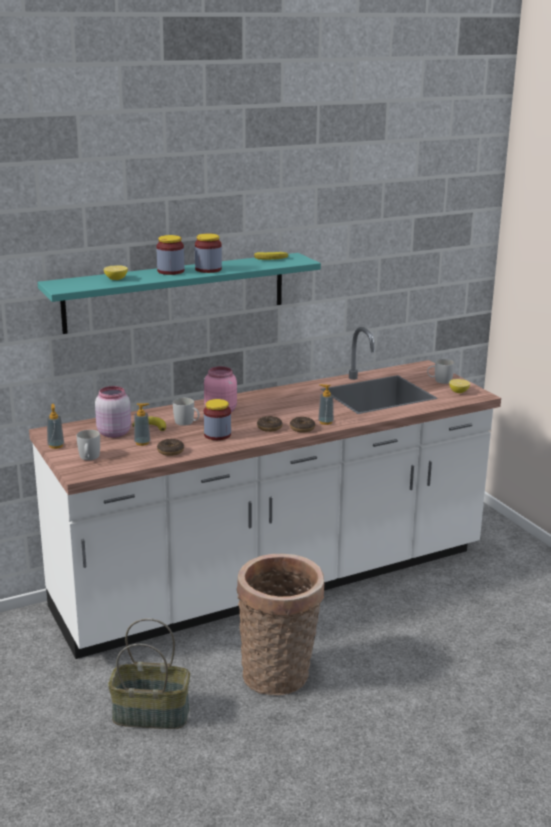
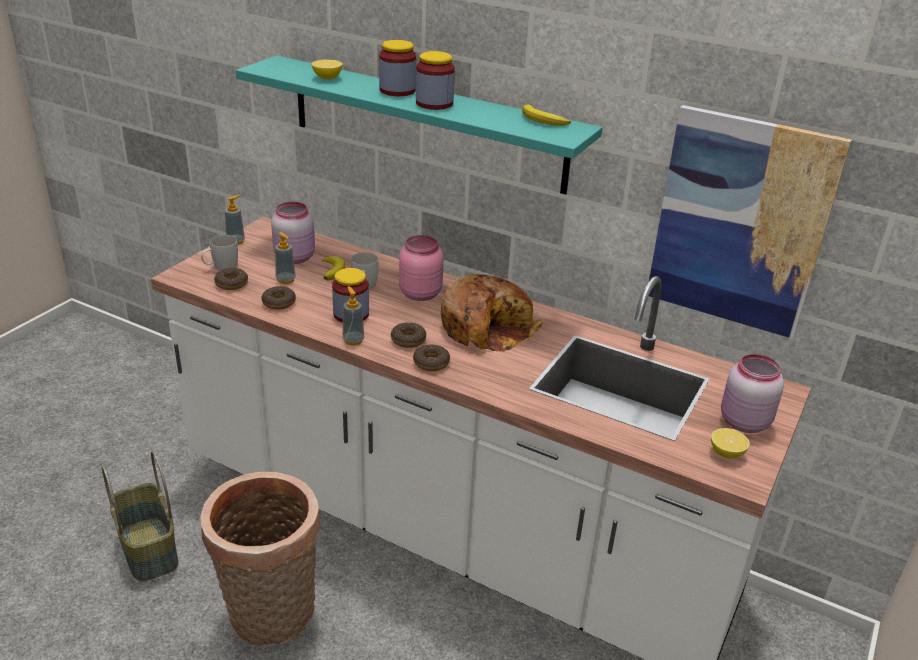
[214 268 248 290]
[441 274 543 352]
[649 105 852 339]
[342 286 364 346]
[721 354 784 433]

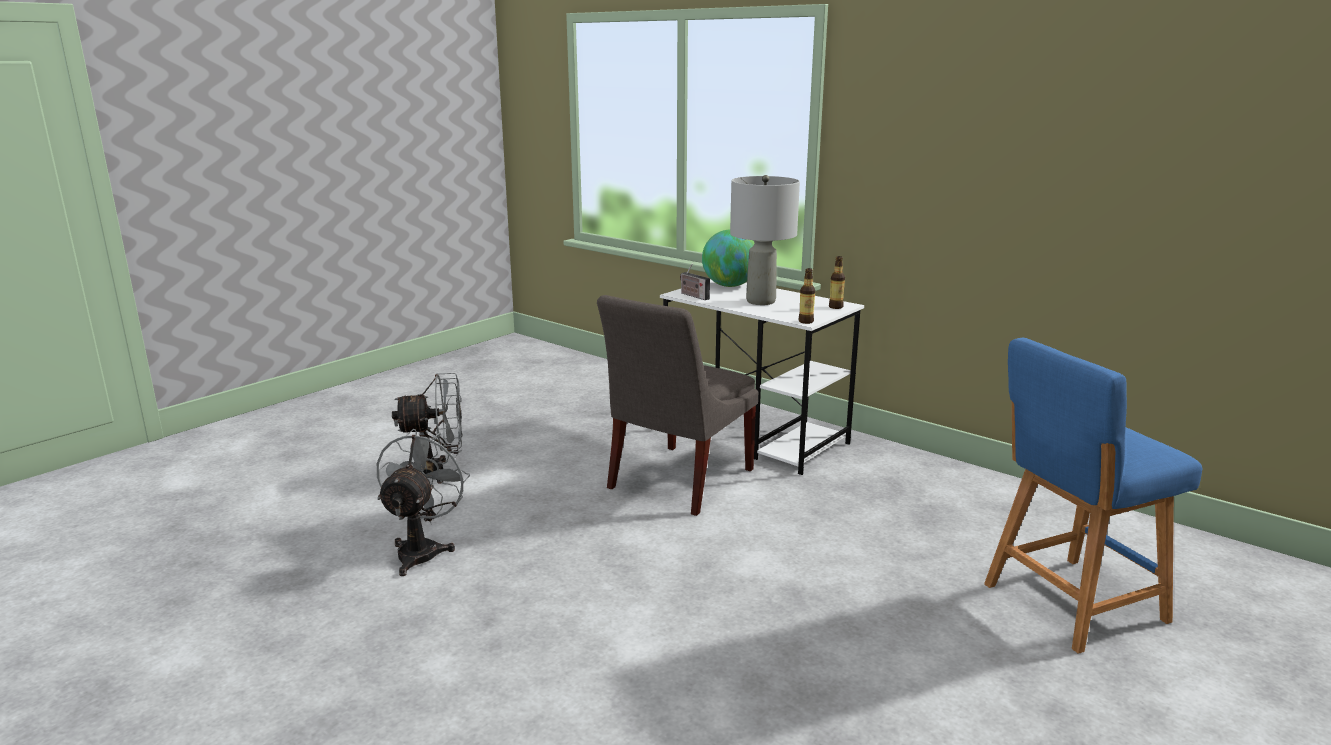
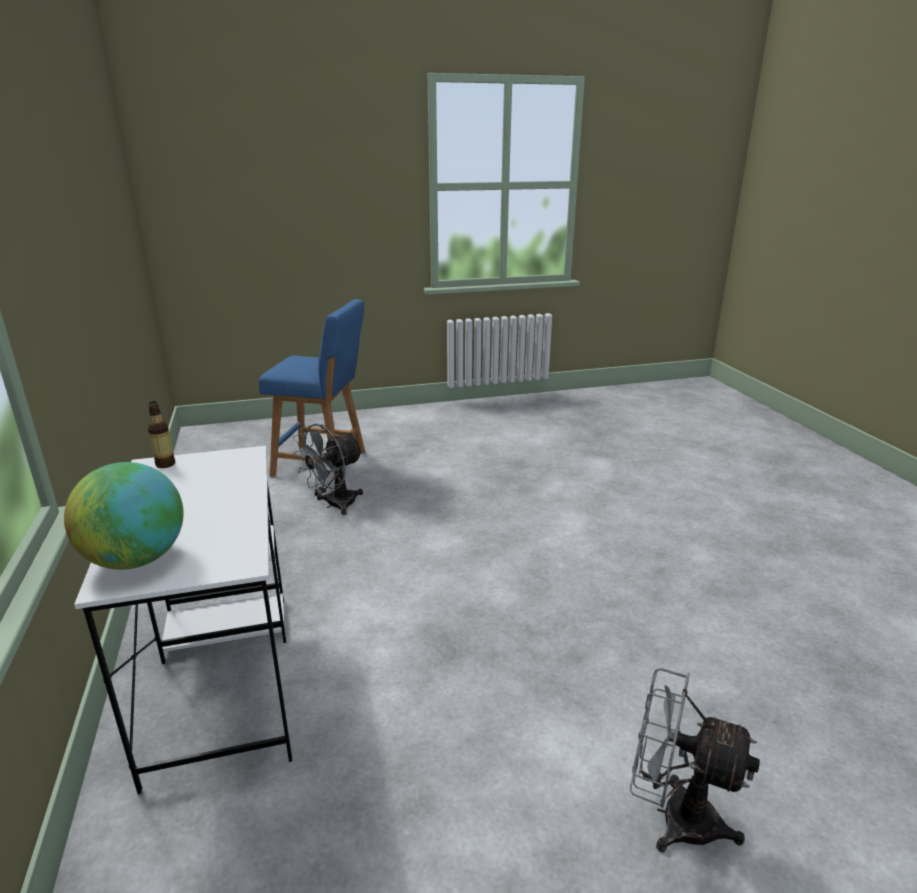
[597 295 758 516] (first image)
[680 263 710 300] (first image)
[730 175 800 305] (first image)
[798 268 815 324] (first image)
[292 423 363 515]

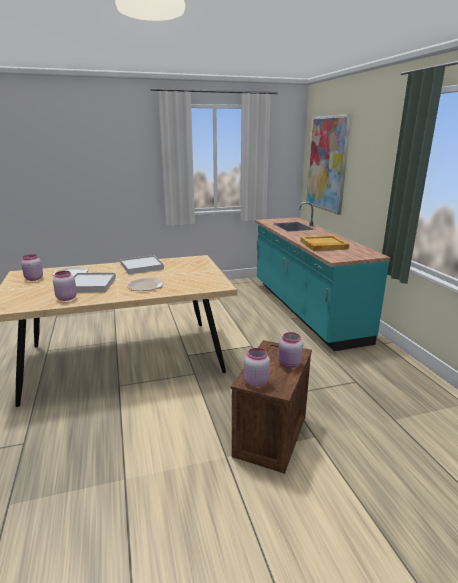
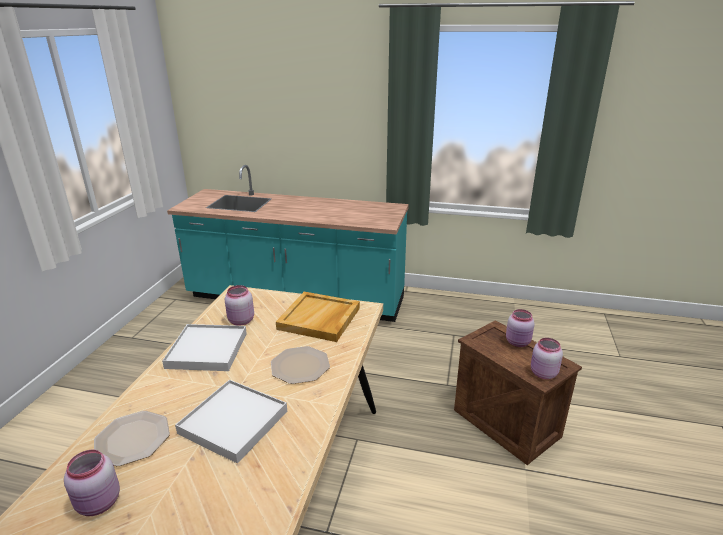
[306 114 351 215] (first image)
[225 285 254 326]
[276 292 360 342]

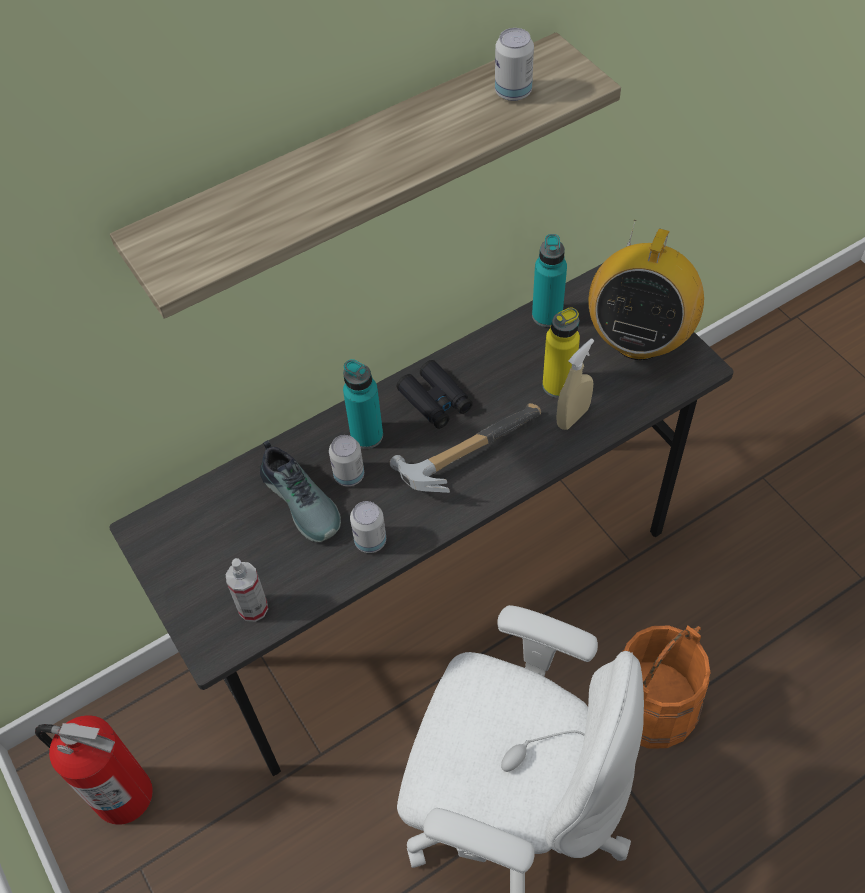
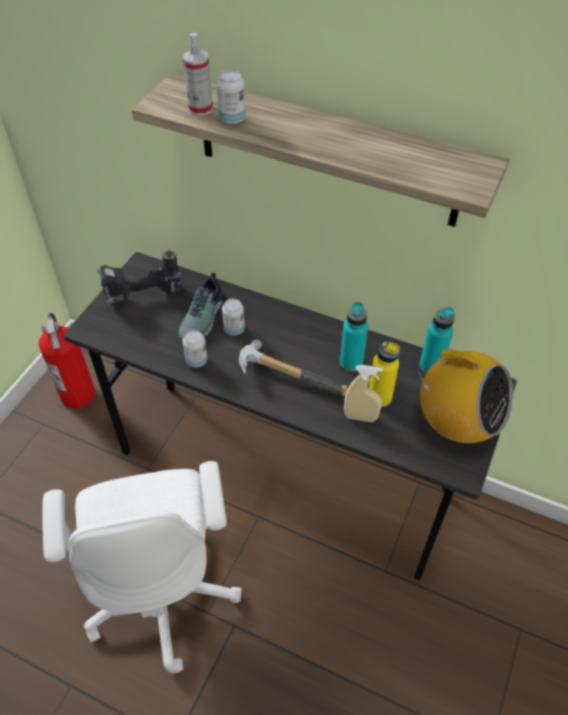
[397 360 473 429] (first image)
[622 626 710 749] (first image)
[97 250 182 305]
[183 33 213 116]
[340 302 368 372]
[216 70 246 125]
[417 349 513 443]

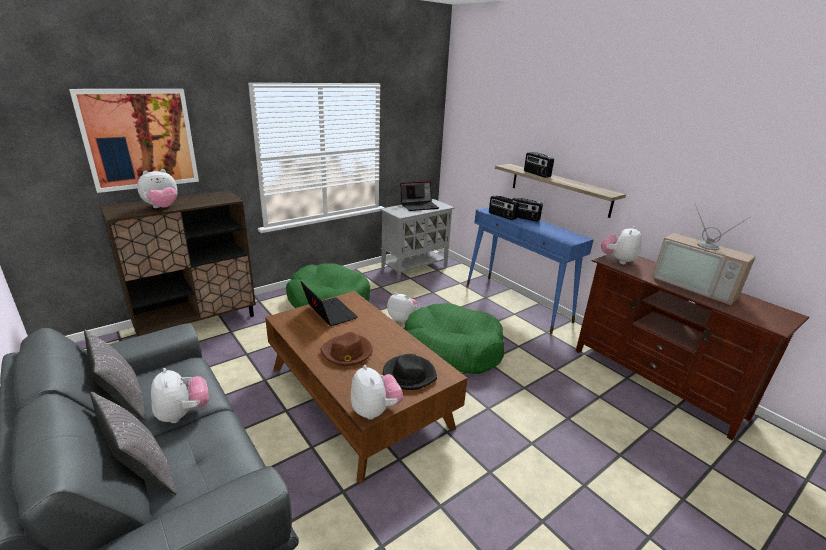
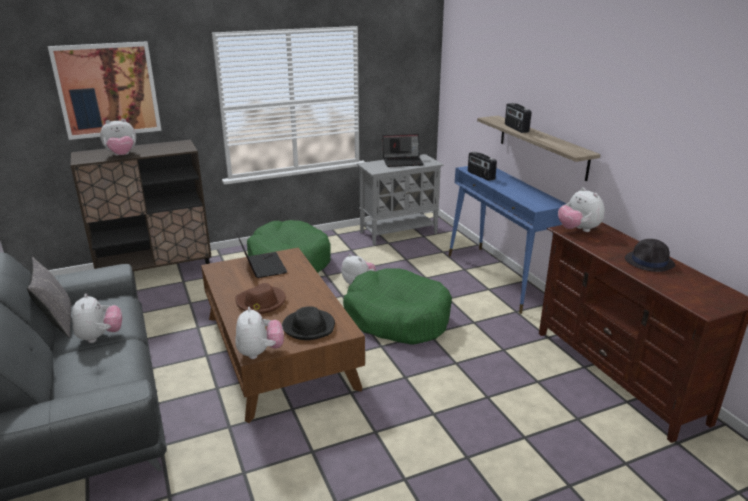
[90 392 177 494] (first image)
[512 198 543 222] (first image)
[625 239 675 272]
[558 187 605 232]

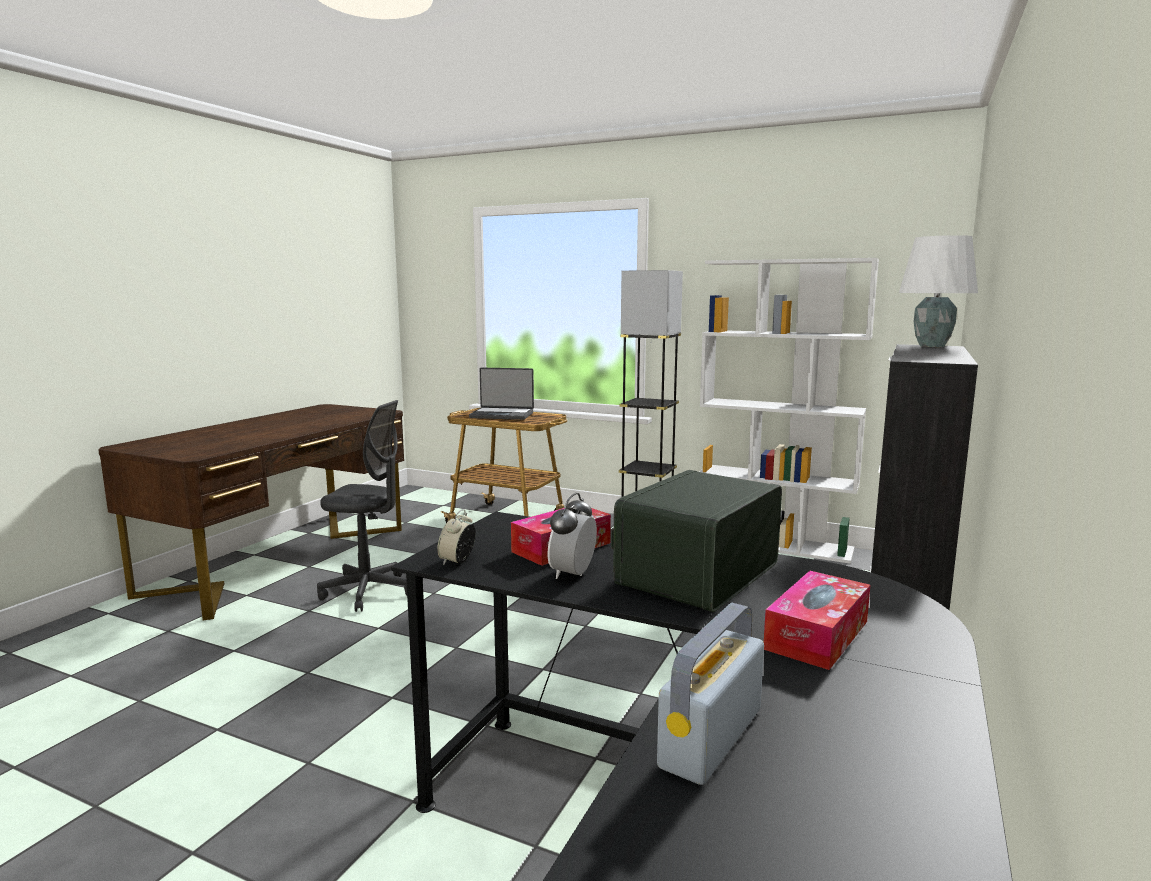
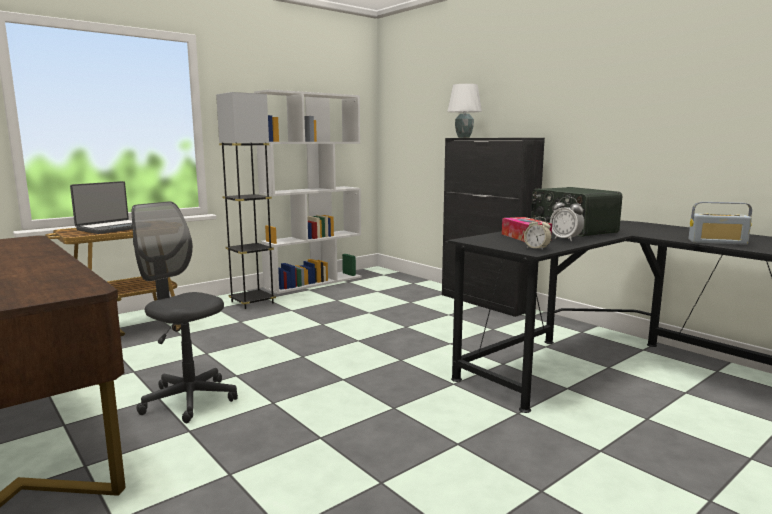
[764 571 870 670] (first image)
[131 201 238 423]
[688 202 752 245]

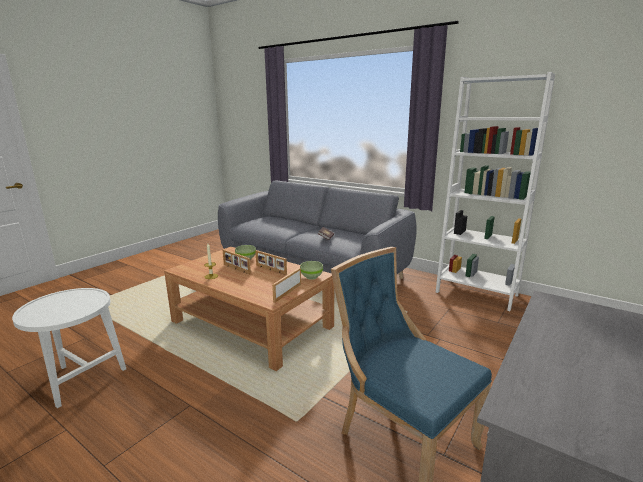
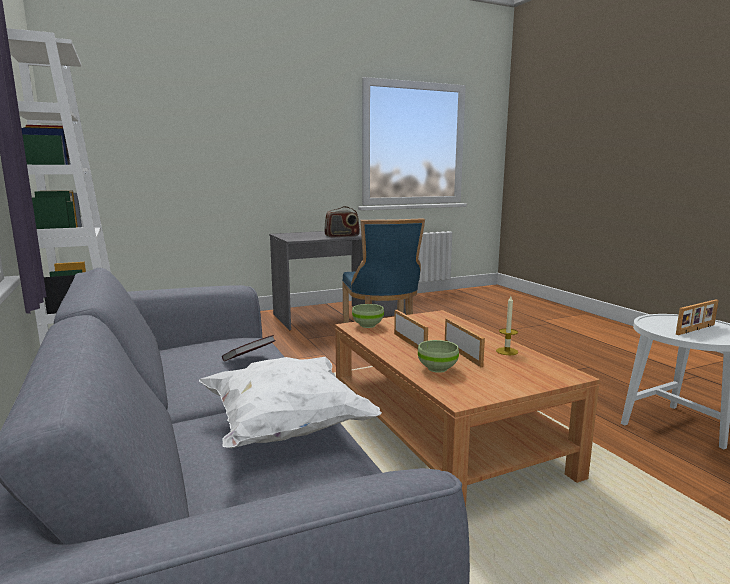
[199 357 382 449]
[324 206 360 237]
[676 299 719 335]

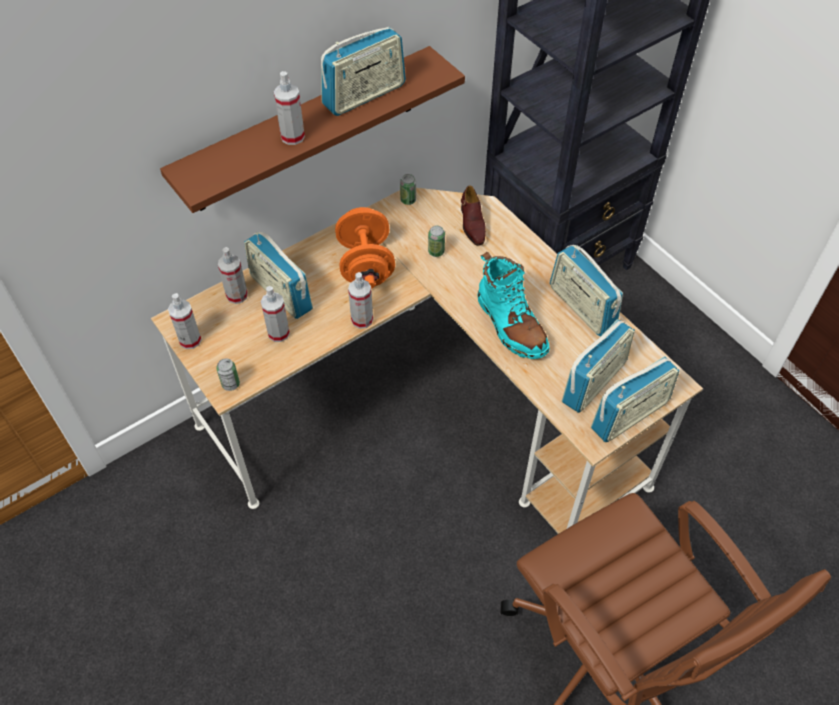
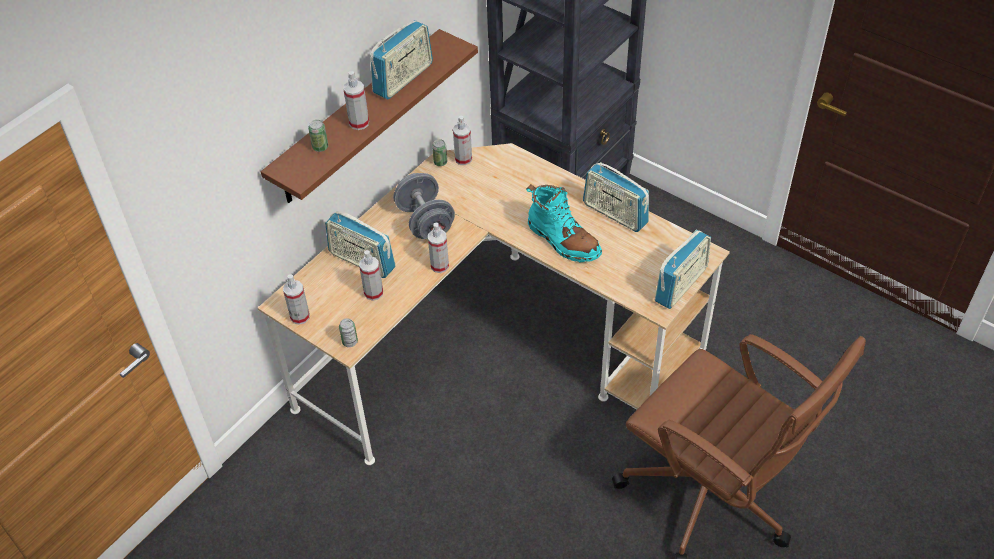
[461 185 486 246] (first image)
[562 319 635 413] (first image)
[453 116 472 165]
[308 120 328 152]
[393 173 455 239]

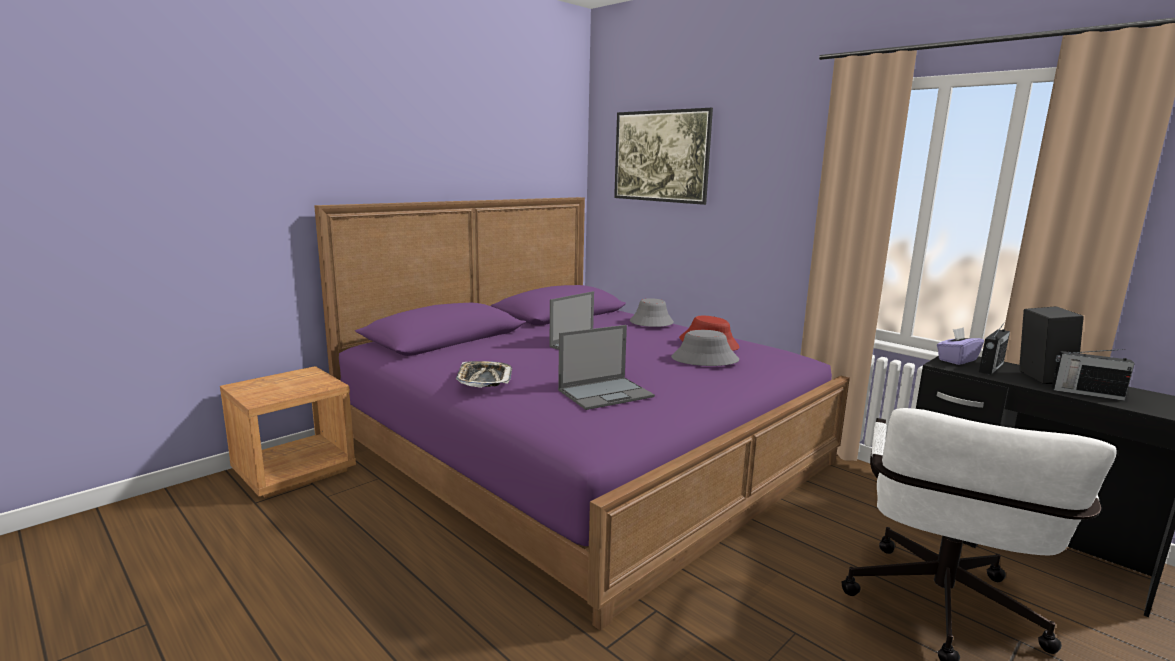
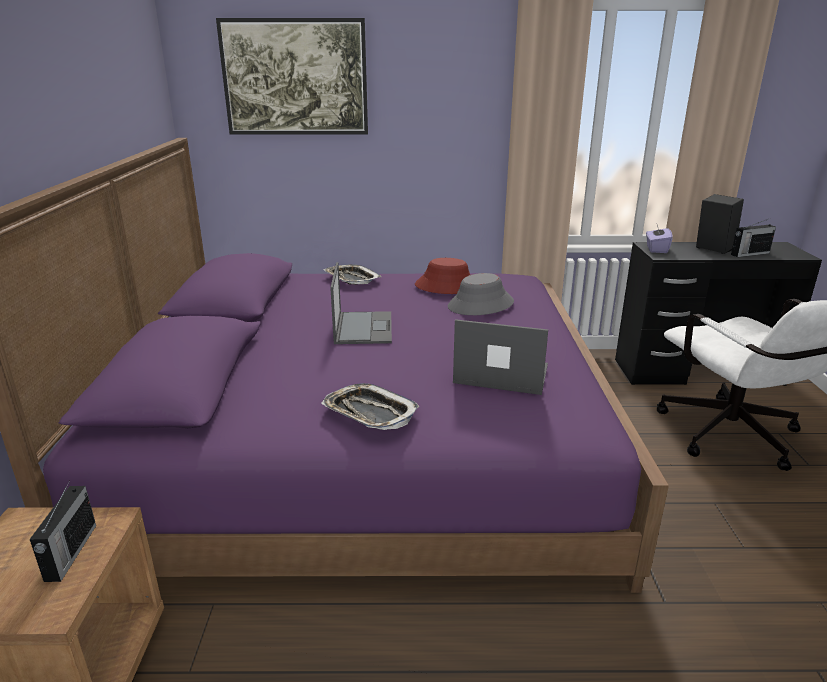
[30 480 96 582]
[323 265 381 285]
[453 319 548 395]

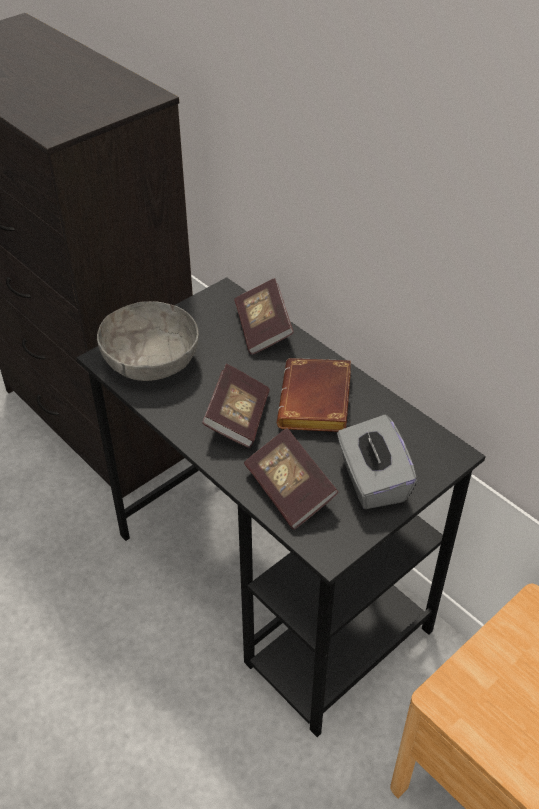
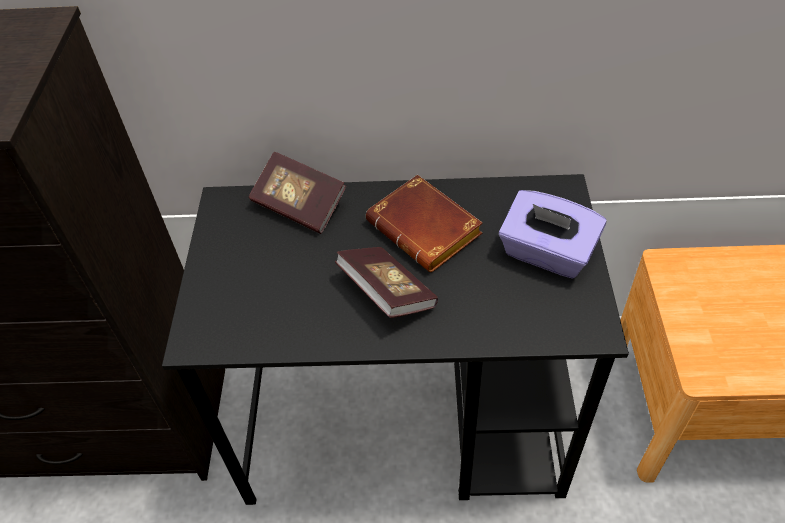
[97 301 199 381] (first image)
[244 428 339 530] (first image)
[499 190 607 279]

